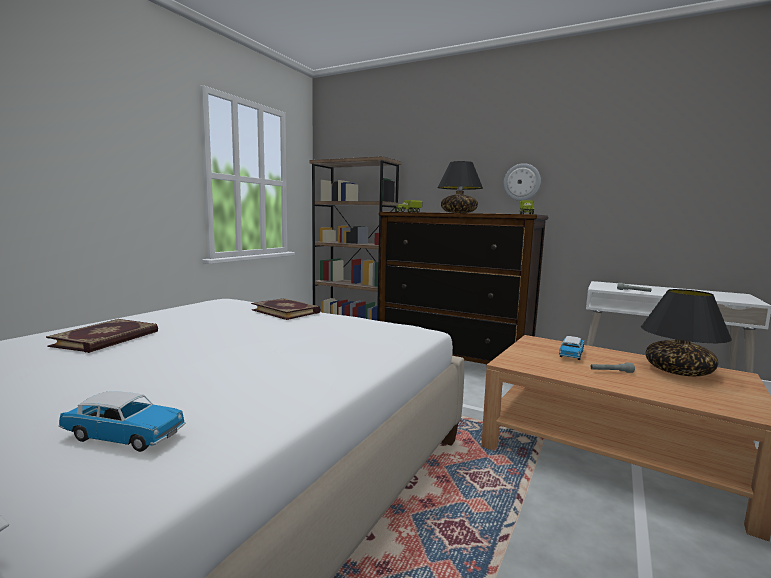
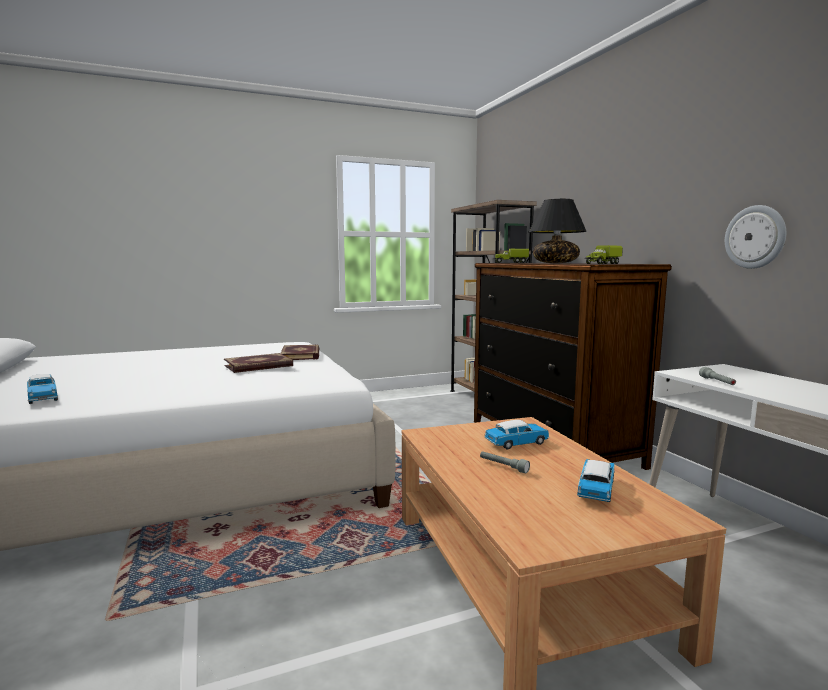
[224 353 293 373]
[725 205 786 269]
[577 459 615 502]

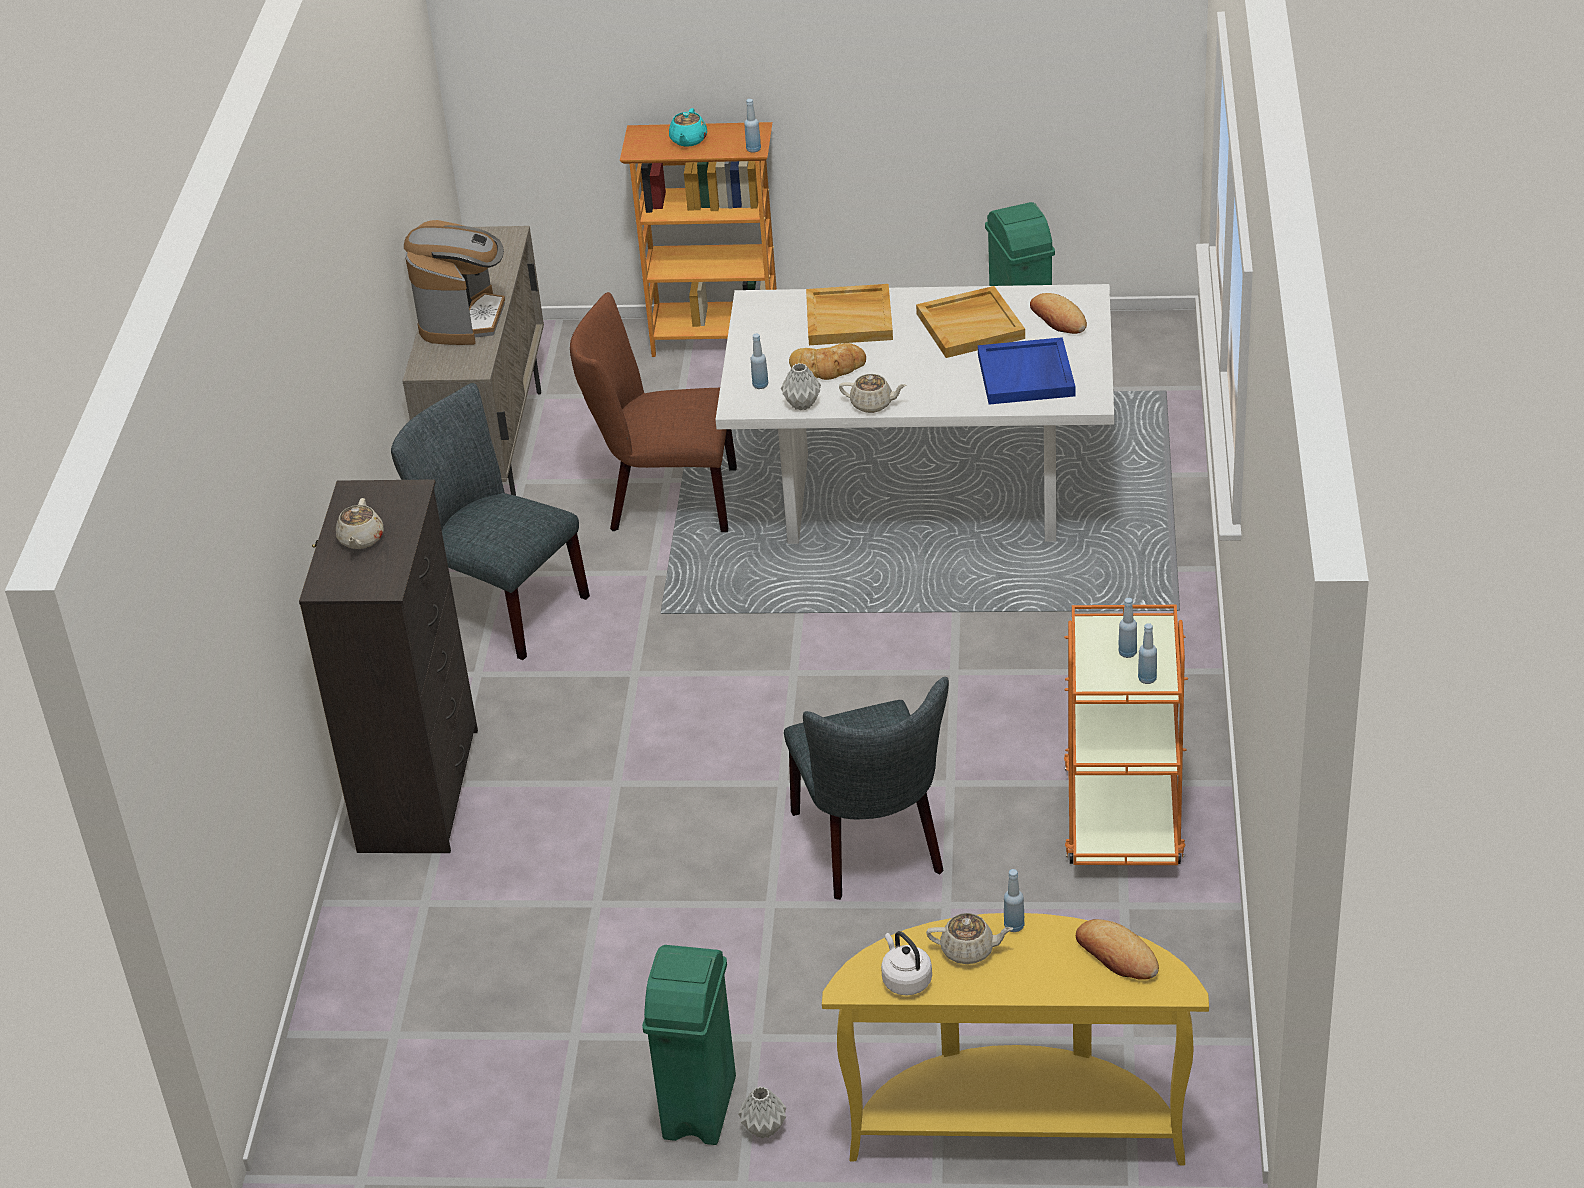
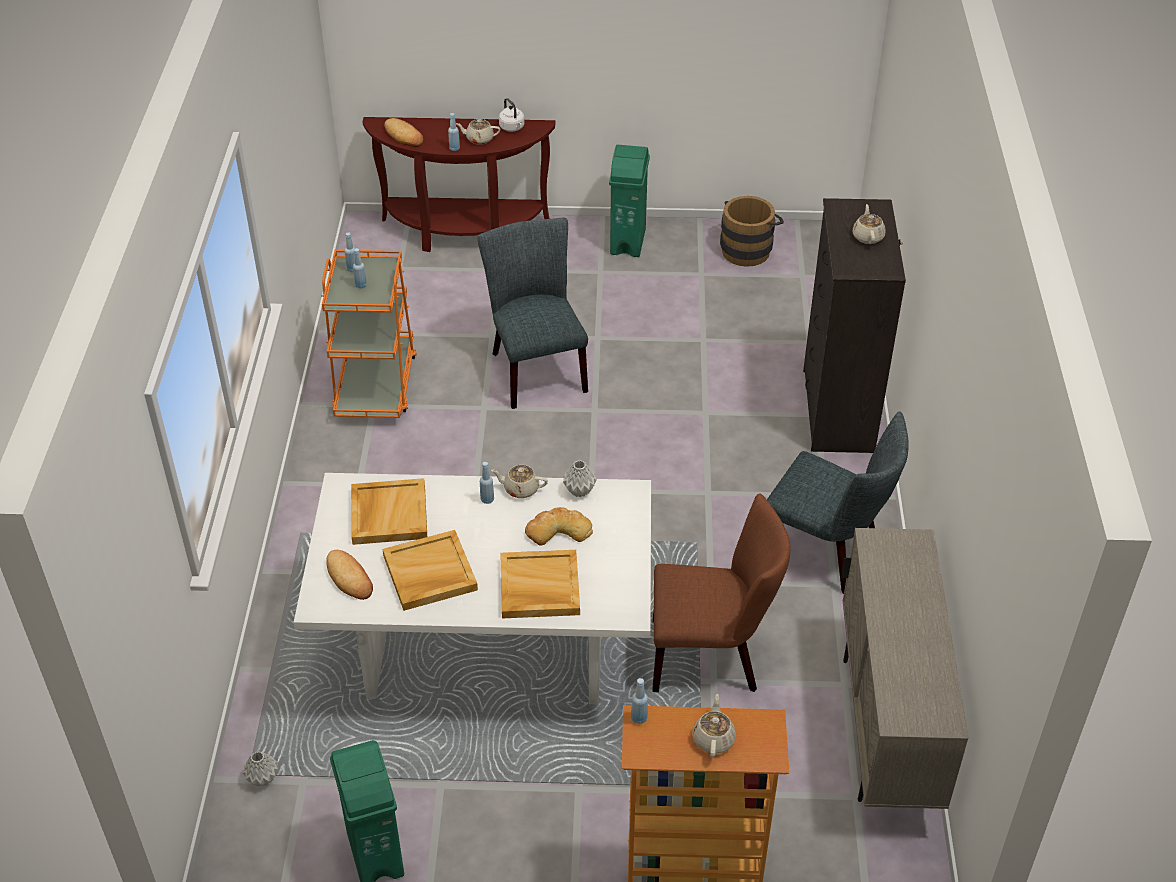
[404 220 505 345] (first image)
[720 196 784 267]
[243 751 278 787]
[480 462 494 504]
[692 694 736 758]
[363 117 555 252]
[351 478 427 545]

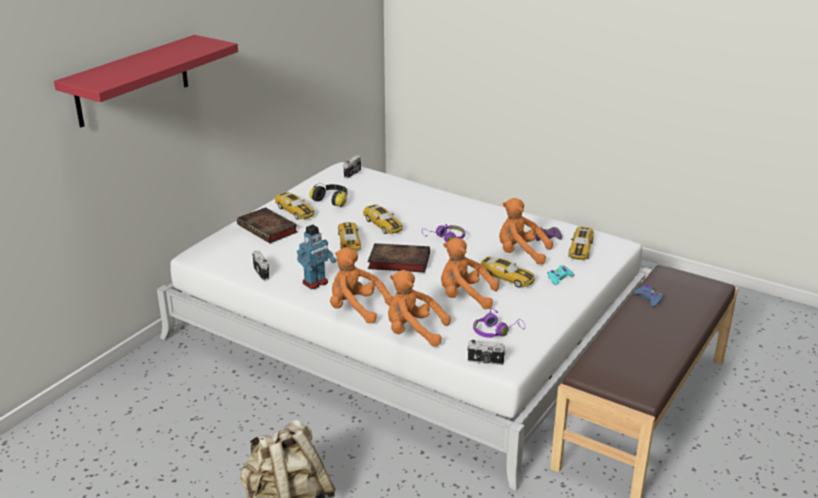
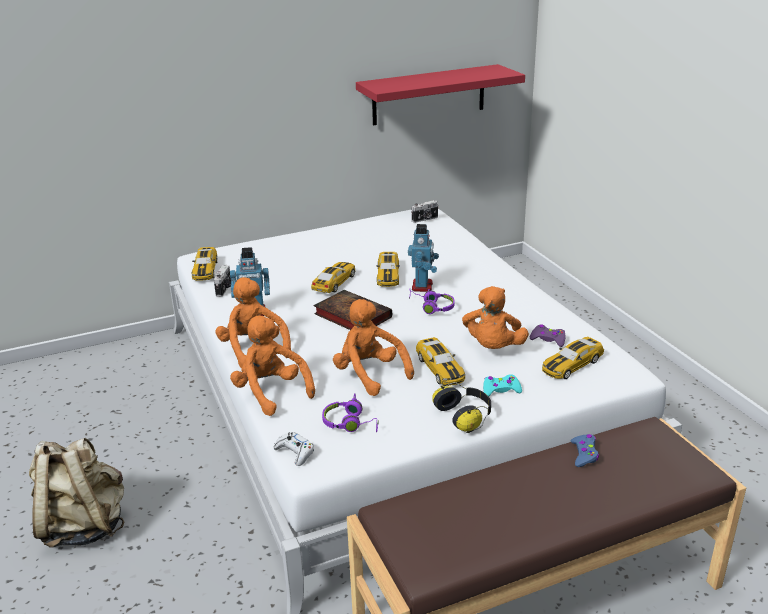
[237 207 298 243] (first image)
[408 224 439 292]
[356 64 525 125]
[192 247 218 281]
[432 382 491 433]
[273 432 314 466]
[462 286 529 349]

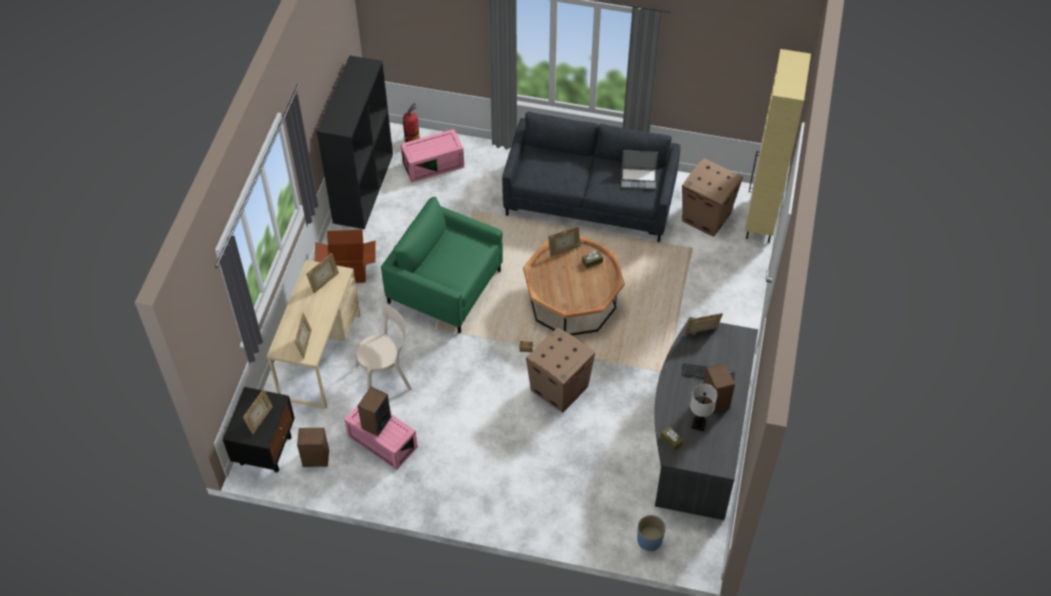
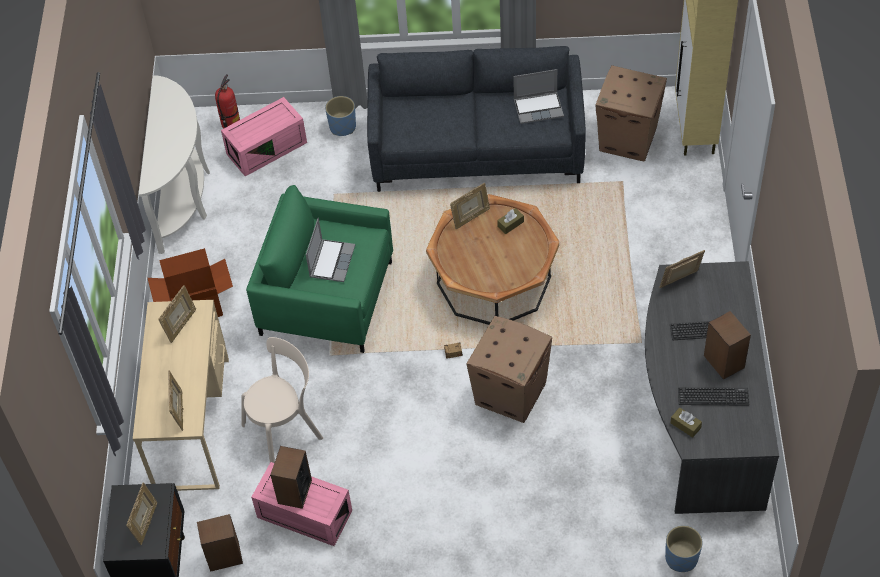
[306 218 355 282]
[325 96 356 136]
[139 75 210 254]
[678 387 749 406]

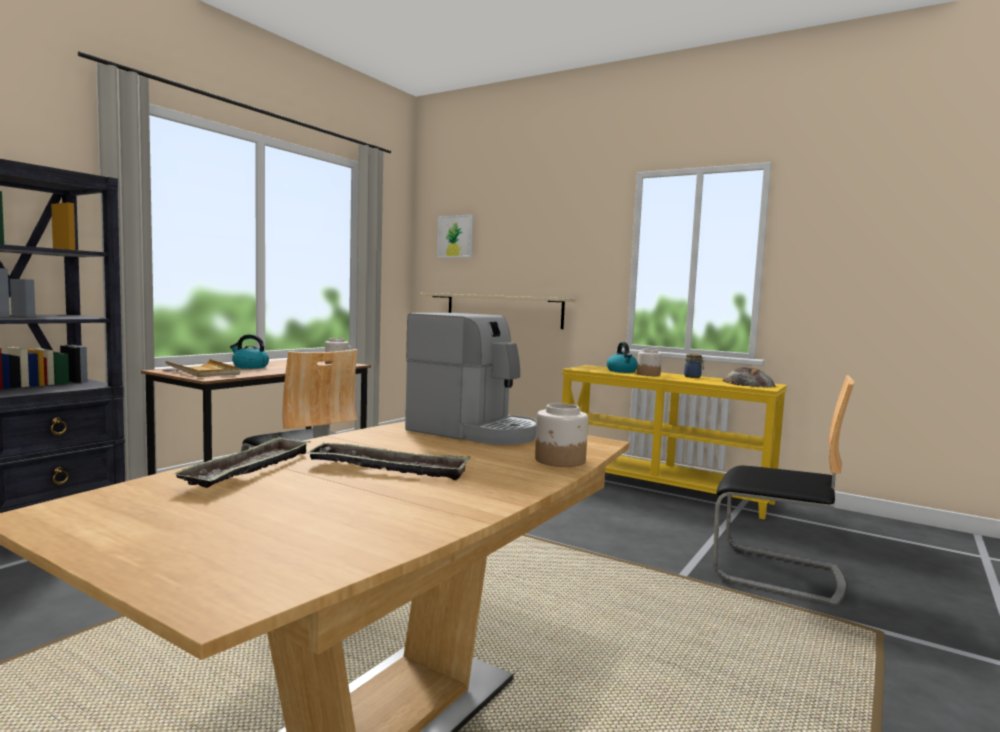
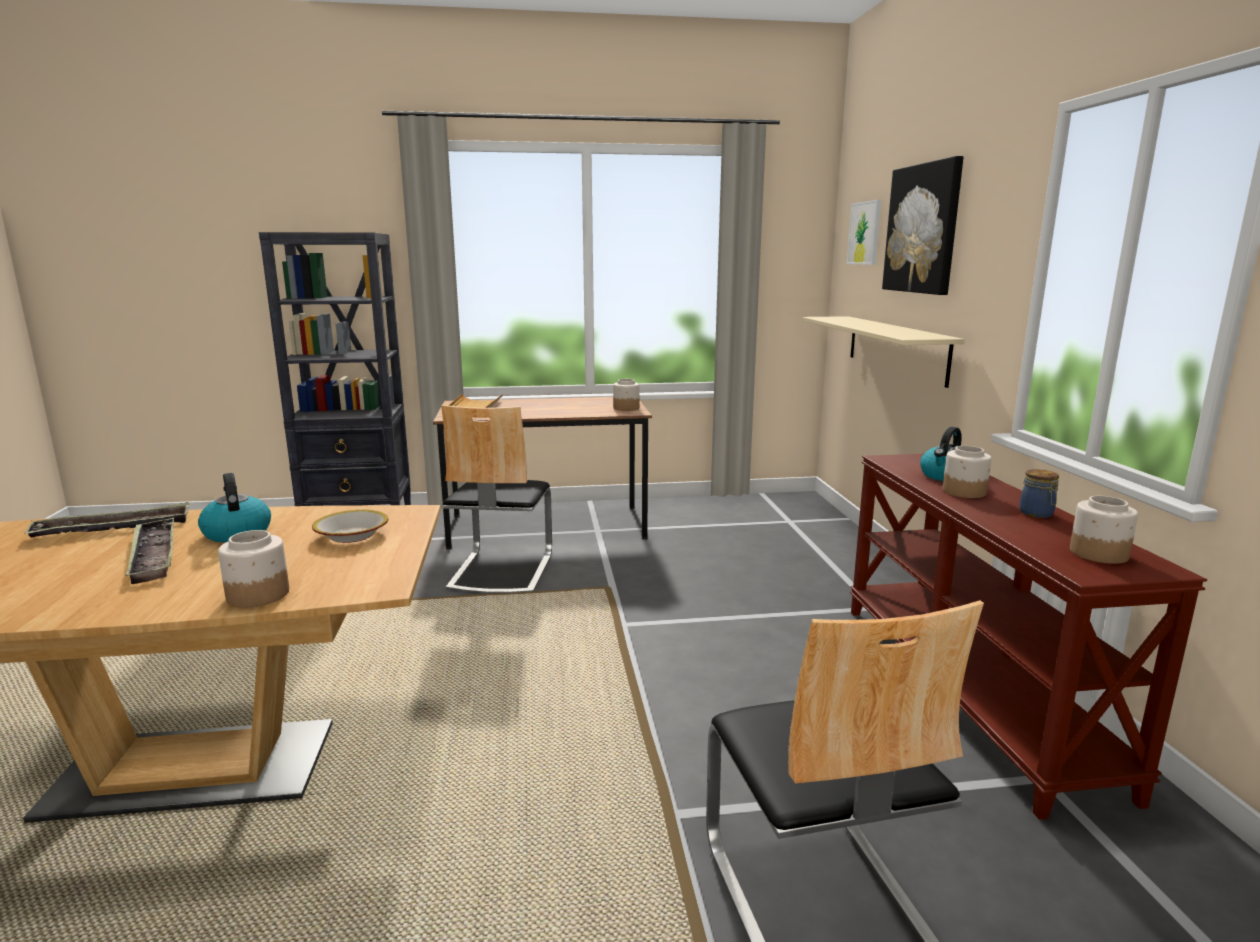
[882 156 964 295]
[198 473 271 542]
[312 510 388 543]
[1070 496 1138 564]
[850 454 1207 820]

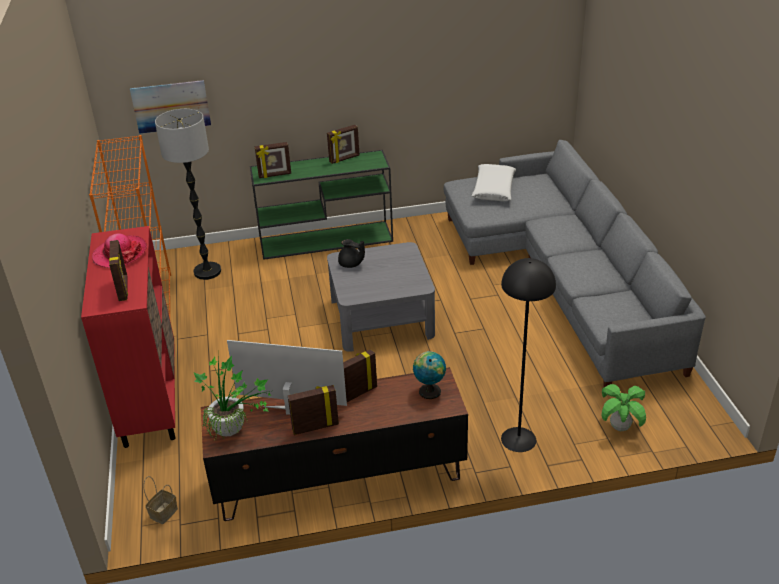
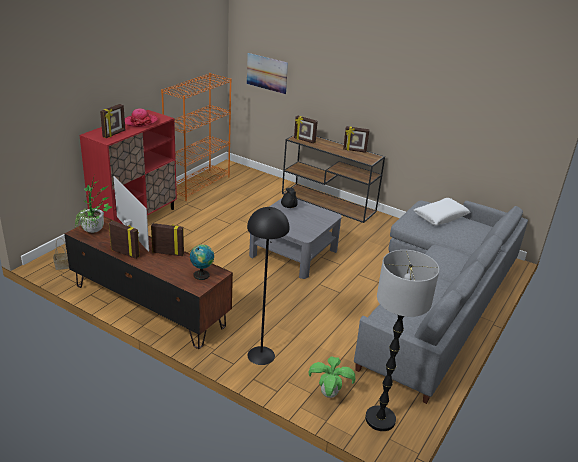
[365 250 439 431]
[282 135 385 223]

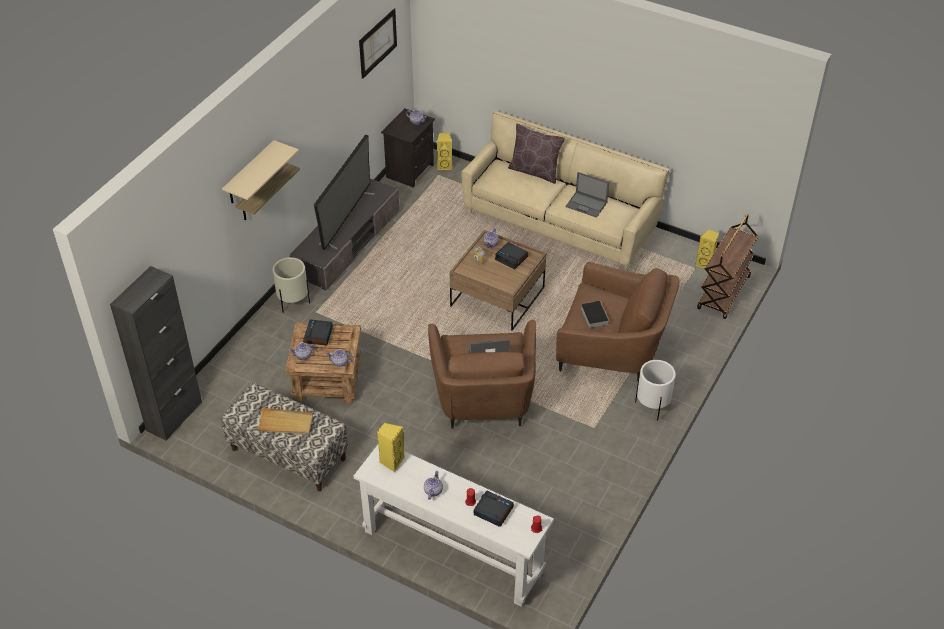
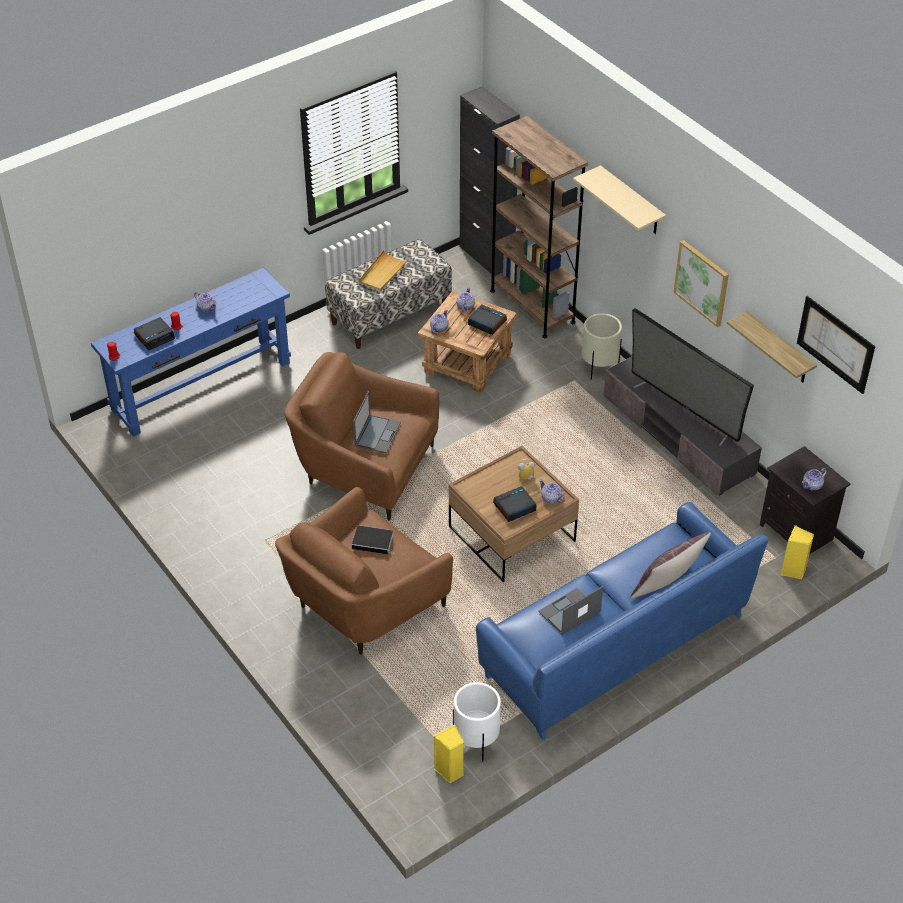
[377 423 405 472] (first image)
[697 214 758 319] (first image)
[490 116 588 338]
[674 240 729 327]
[727 311 817 383]
[453 682 501 762]
[91 268 291 437]
[476 502 768 740]

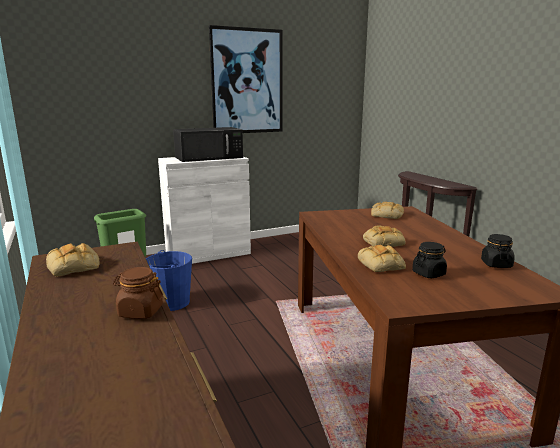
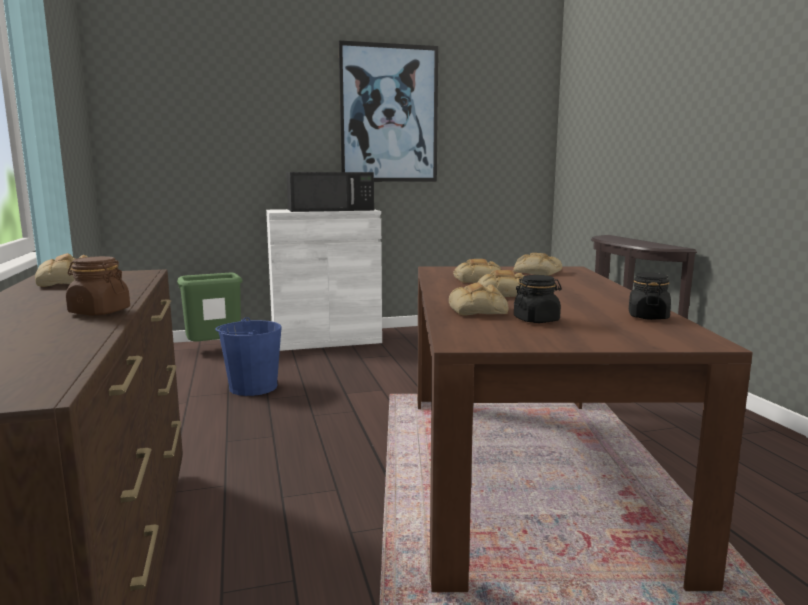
[453 259 501 283]

